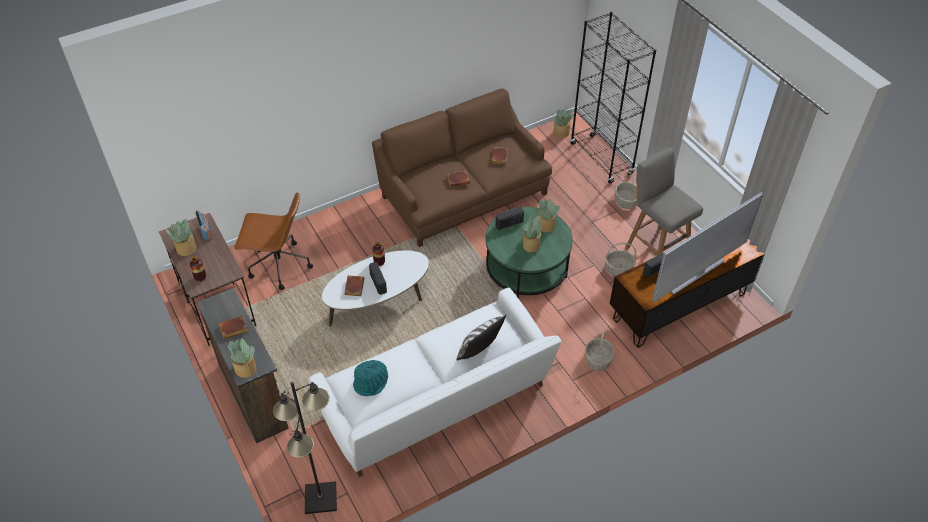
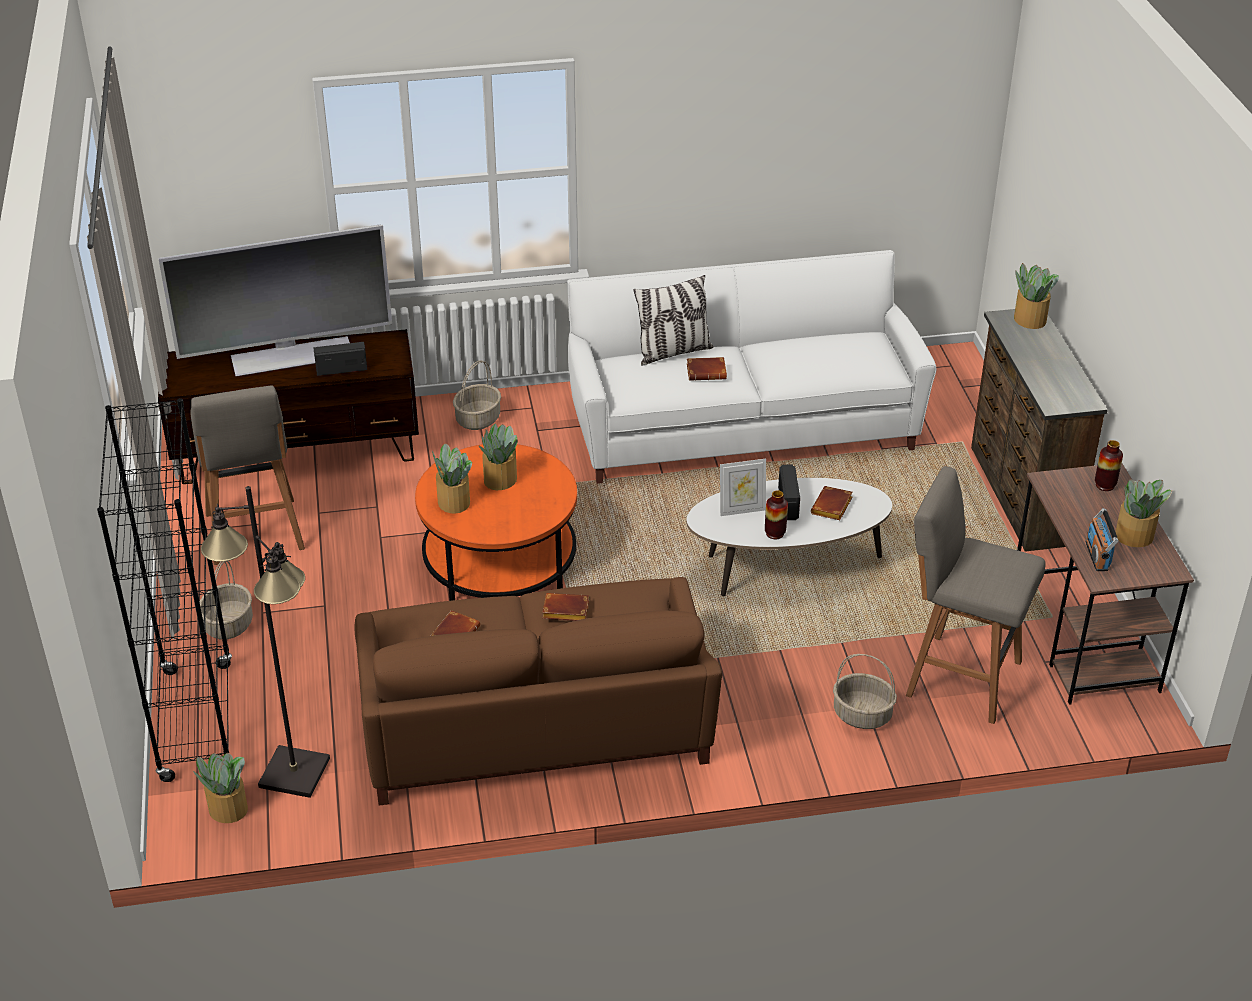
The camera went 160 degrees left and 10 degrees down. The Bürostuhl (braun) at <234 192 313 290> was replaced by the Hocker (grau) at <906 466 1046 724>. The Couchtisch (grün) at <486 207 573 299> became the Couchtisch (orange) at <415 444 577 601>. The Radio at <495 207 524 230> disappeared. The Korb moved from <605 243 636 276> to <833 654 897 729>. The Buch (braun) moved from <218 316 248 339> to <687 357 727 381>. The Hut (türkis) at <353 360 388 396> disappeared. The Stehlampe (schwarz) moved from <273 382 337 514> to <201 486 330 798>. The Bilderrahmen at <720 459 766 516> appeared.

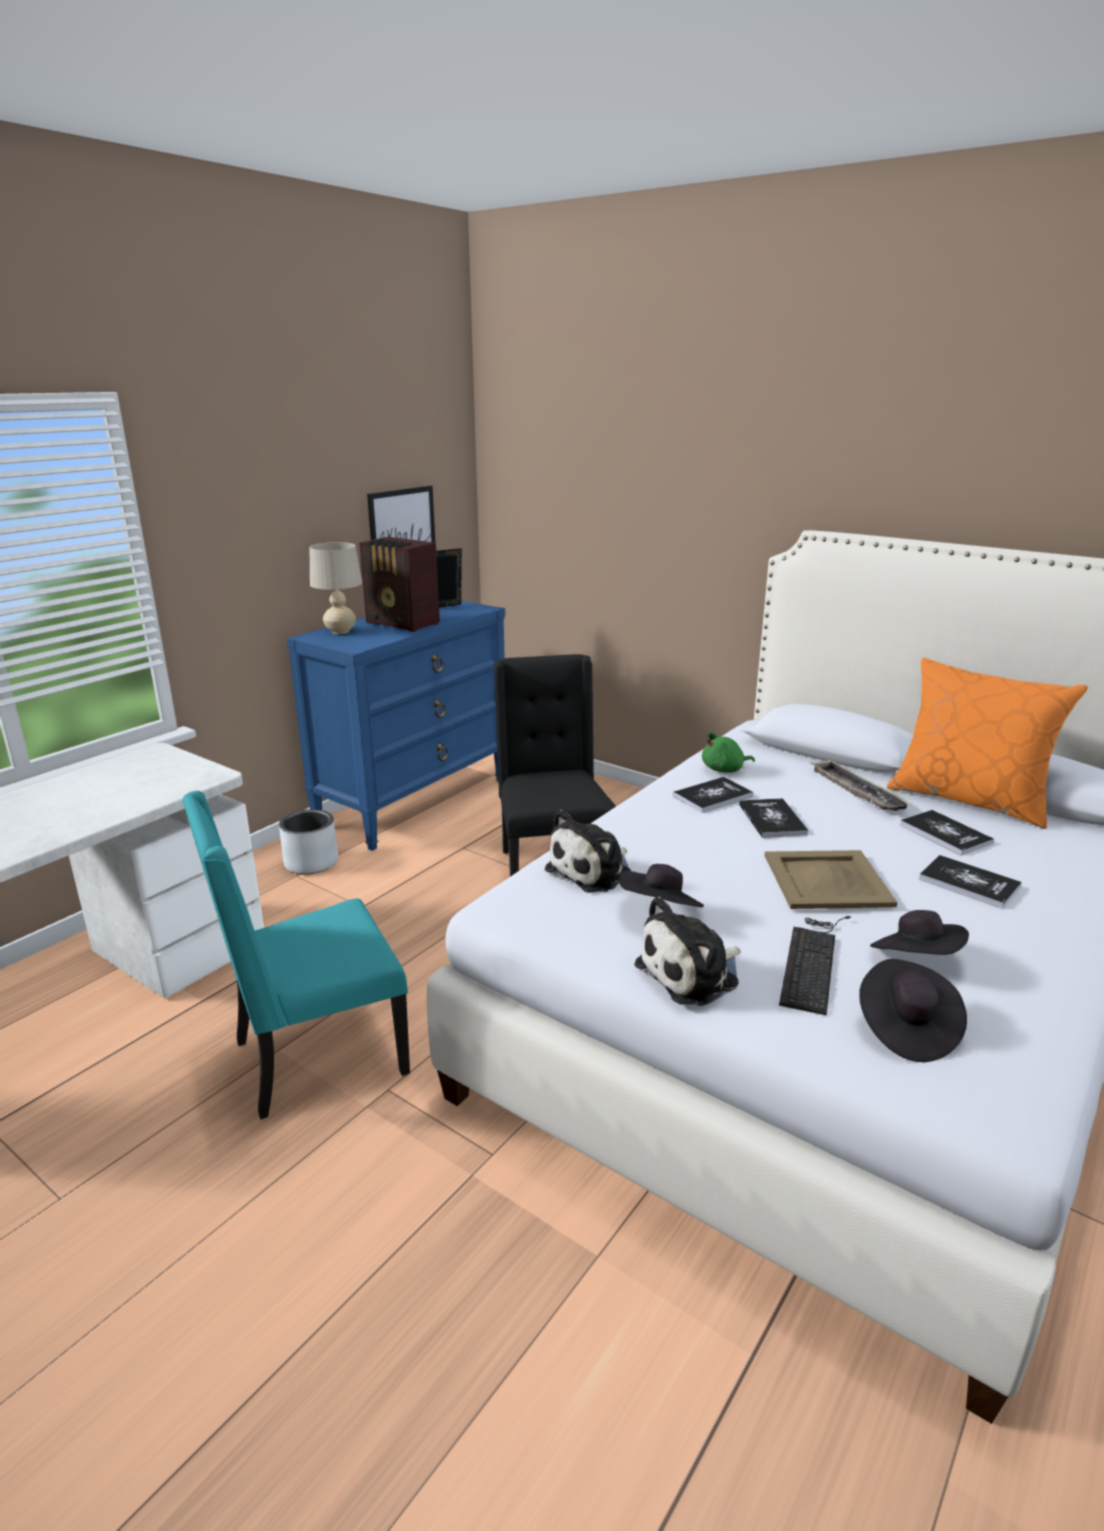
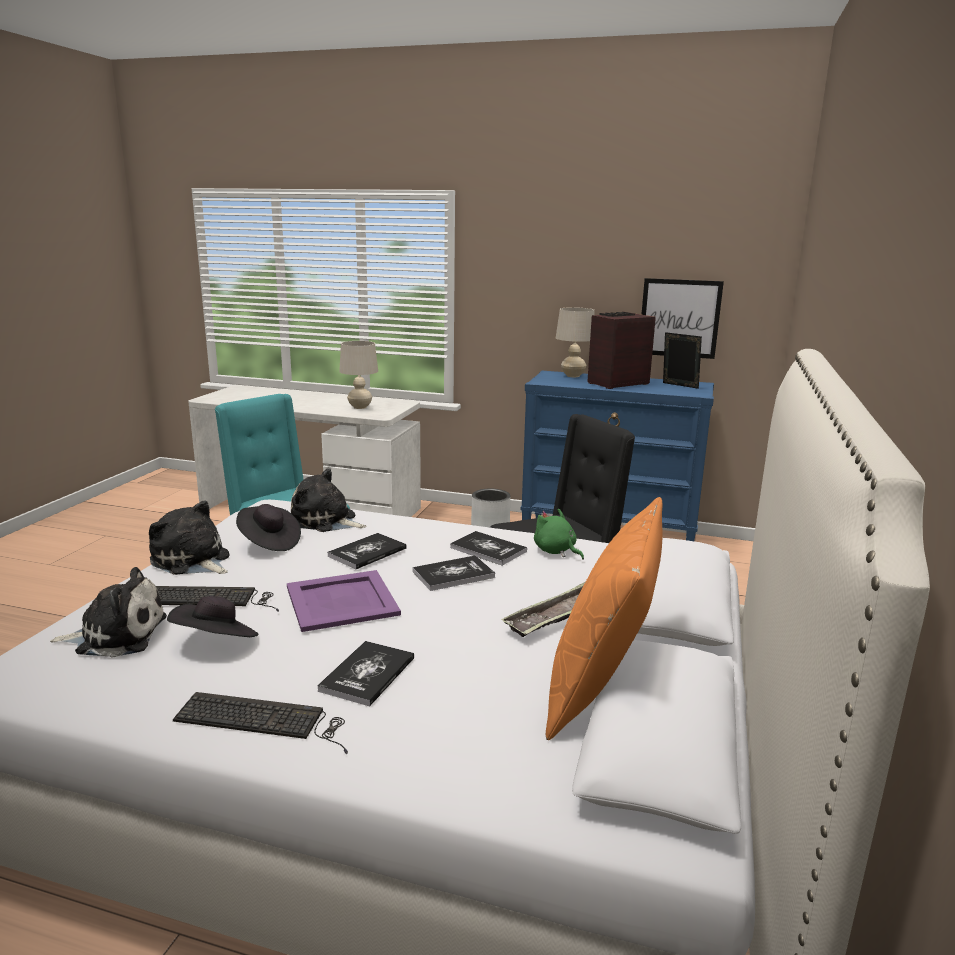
The camera went 70 degrees right and 5 degrees down. The Radio at <359 537 440 632> turned 45 degrees clockwise. The Buch moved from <900 810 994 856> to <327 533 407 569>. The Tablett (beige) at <765 850 898 909> became the Tablett (lila) at <287 570 401 632>. The Hut (schwarz) at <859 959 967 1062> was replaced by the Plüschtier at <50 567 167 658>. The Tischlampe (beige) at <339 341 378 409> appeared. The Tastatur at <173 692 348 754> appeared.

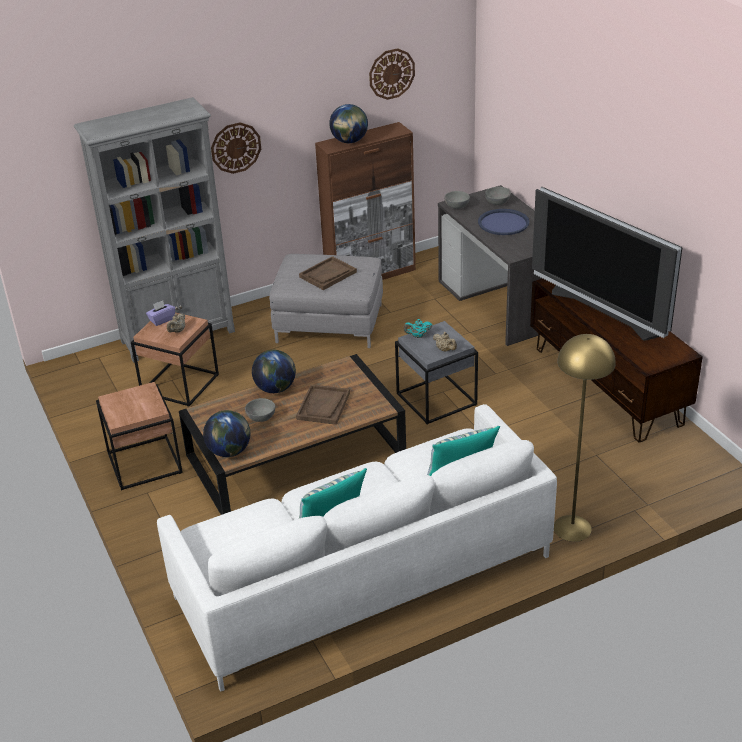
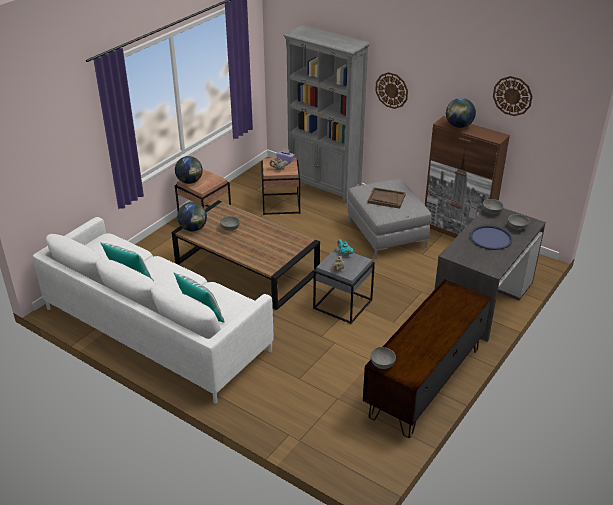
The camera went 60 degrees right and 0 degrees up. The Fernseher at <532 187 682 340> disappeared. The Stehlampe (gelb) at <554 334 616 542> disappeared. The Globus moved from <252 350 296 393> to <175 156 203 184>. The Tablett (braun) at <296 384 350 425> disappeared. The Schüssel (grau) at <370 347 396 369> appeared.

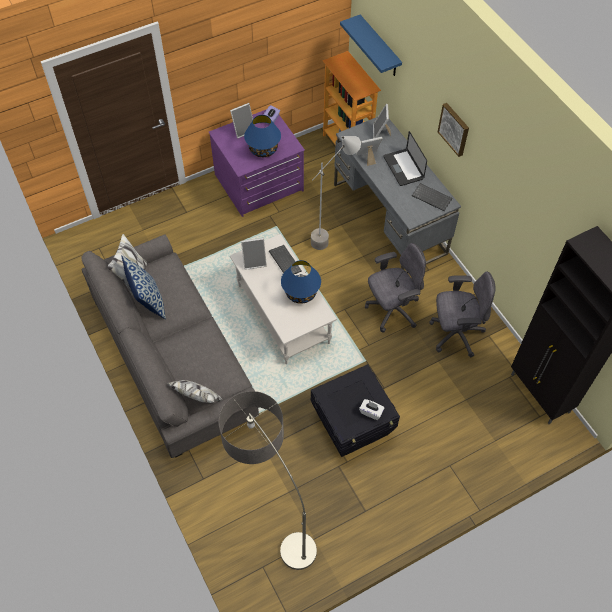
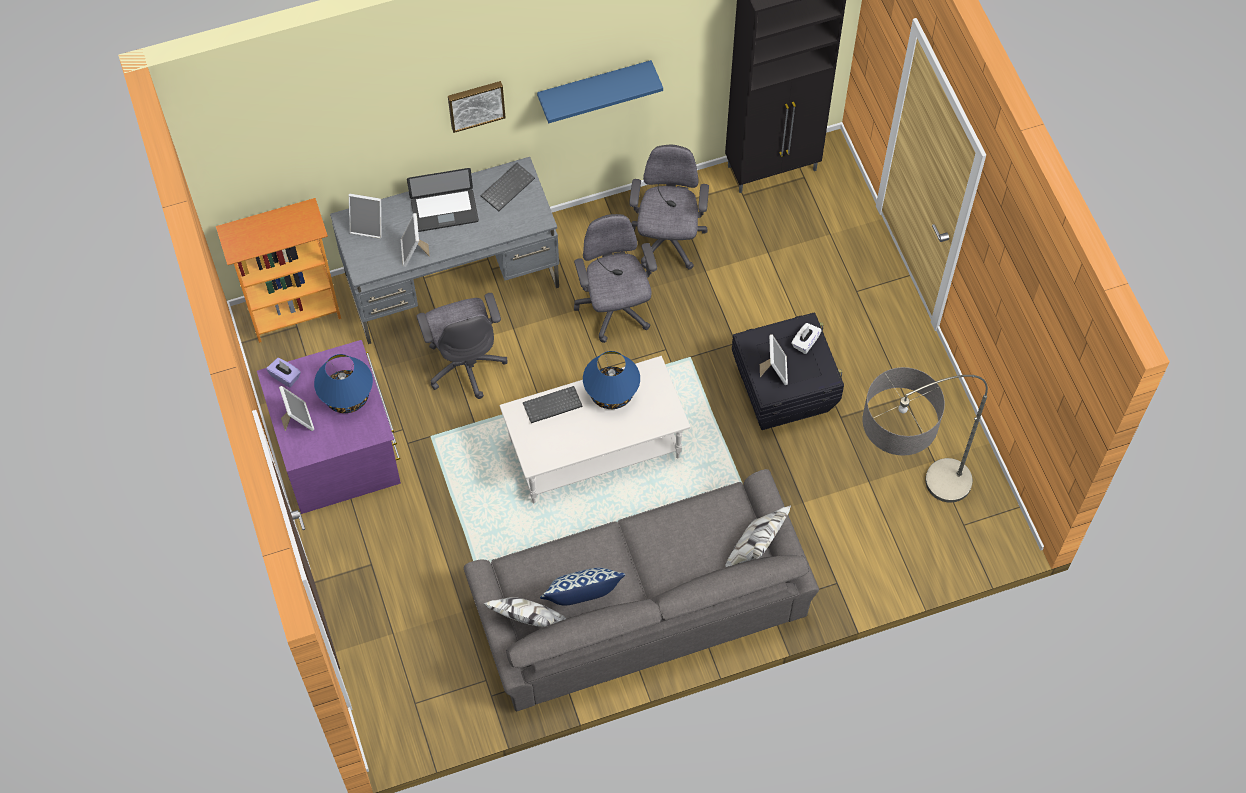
The camera went 80 degrees left and 5 degrees up. The Wandregal (blau) moved from <340 15 402 76> to <537 60 663 123>. The Stehlampe (grau) at <311 136 361 250> was replaced by the Bürostuhl (grau) at <417 293 507 399>. The Bilderrahmen moved from <241 238 267 270> to <760 334 788 385>.

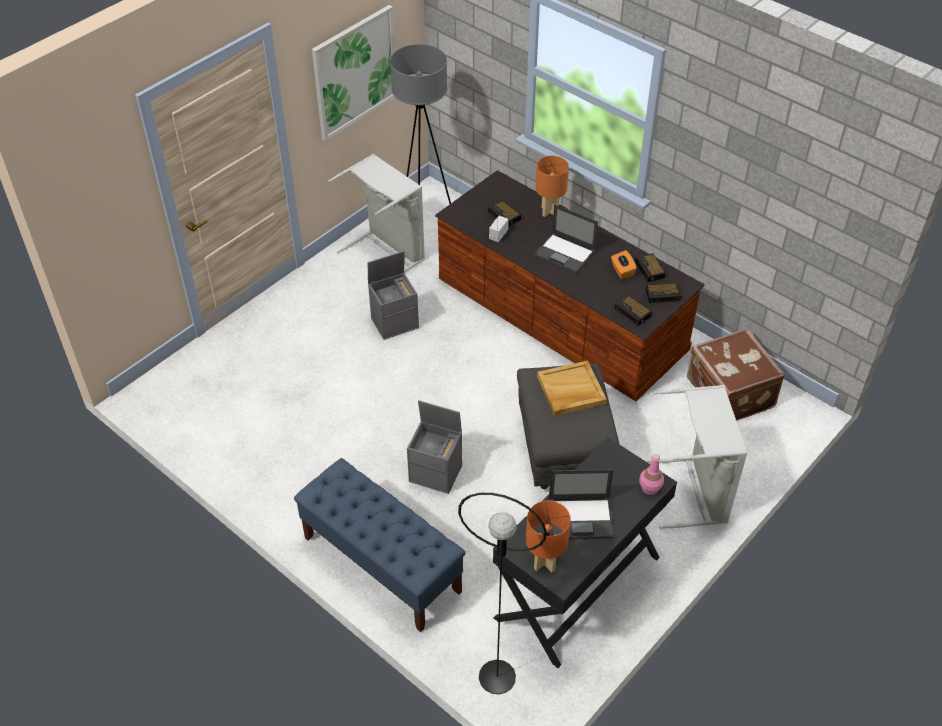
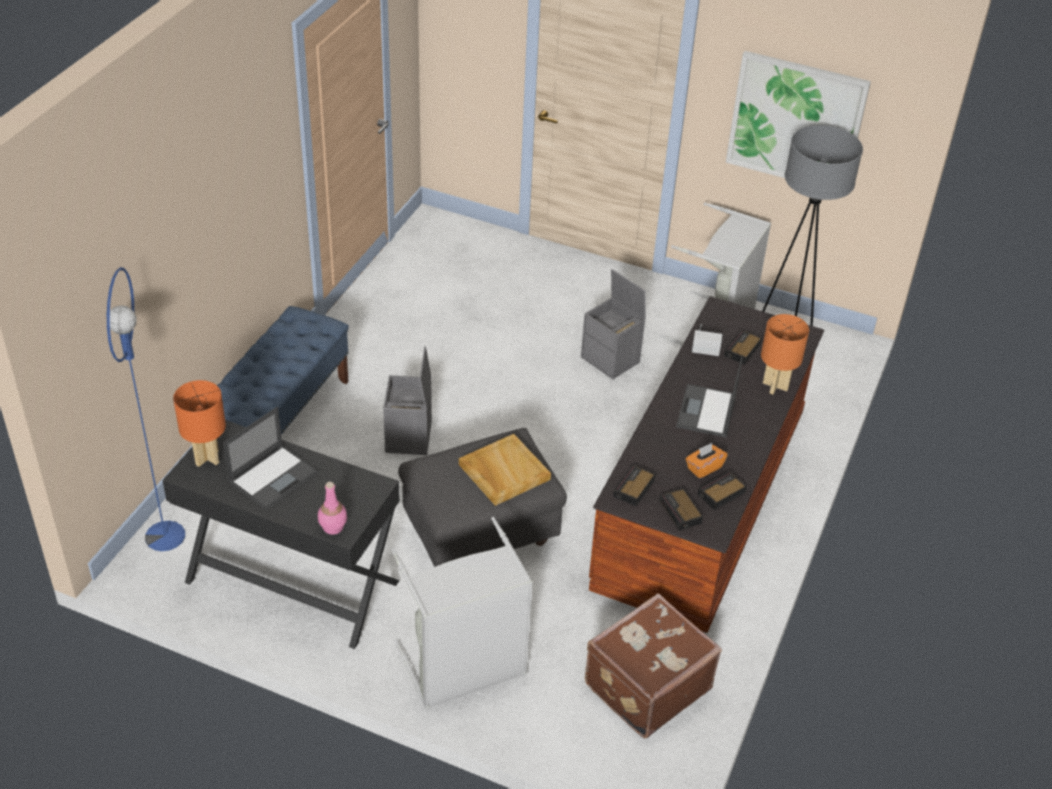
The camera went 70 degrees right and 5 degrees down. The Laptop at <549 469 614 539> turned 120 degrees counterclockwise. The Stehlampe (schwarz) at <458 493 547 694> became the Stehlampe (blau) at <107 267 185 551>.

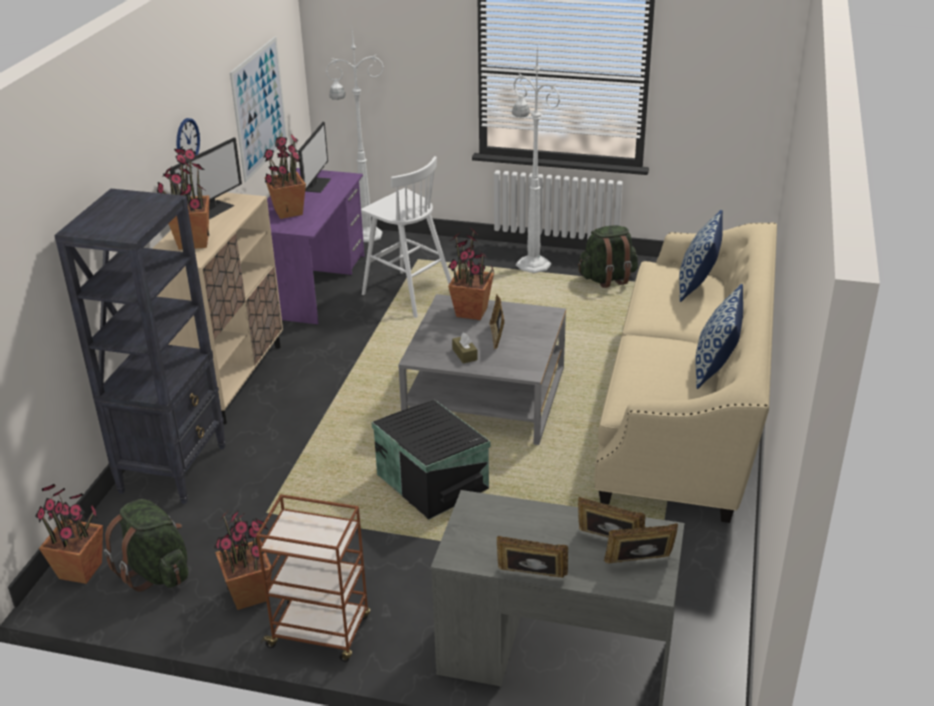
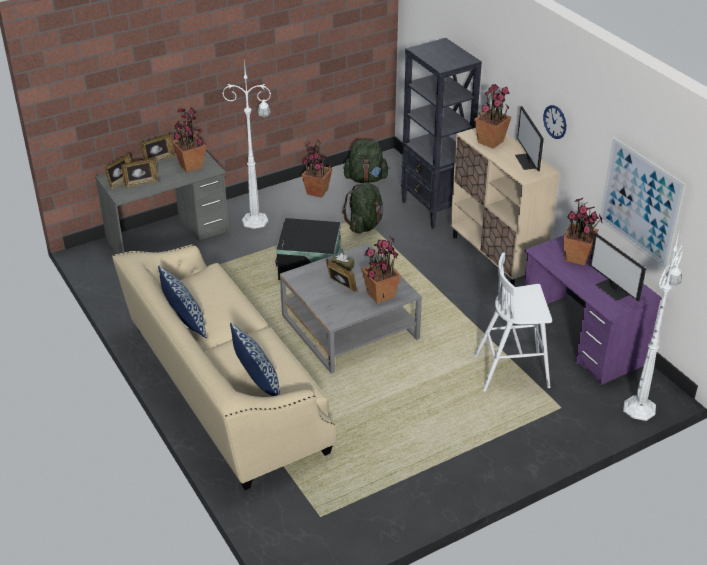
The camera went 135 degrees right and 5 degrees up. The Stehlampe (weiß) moved from <512 46 560 273> to <222 60 271 229>. The Rucksack (grün) moved from <578 226 638 288> to <342 182 383 234>. The Topfpflanze moved from <35 484 103 584> to <172 108 206 172>. The Rollwagen (braun) at <256 494 371 662> disappeared.

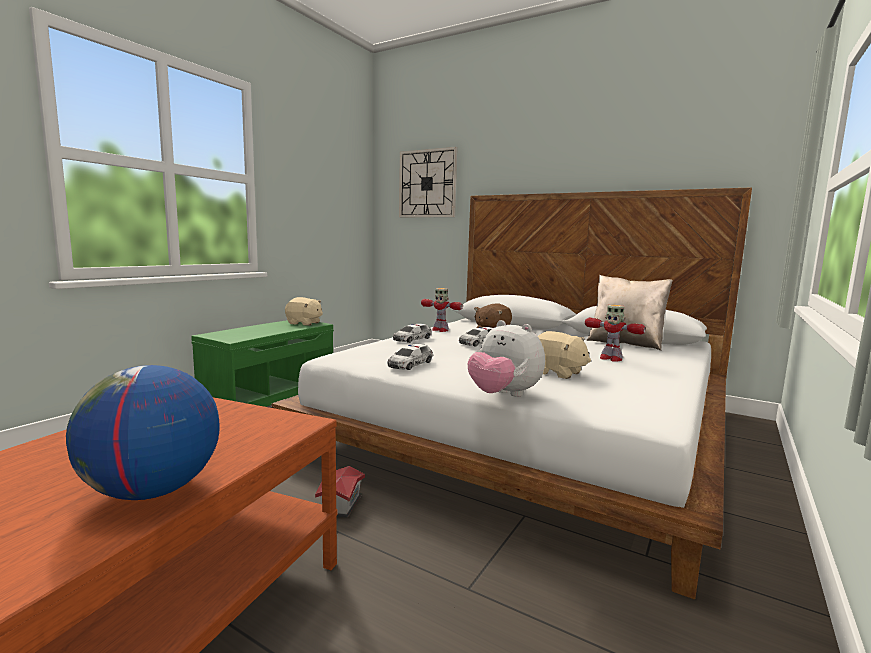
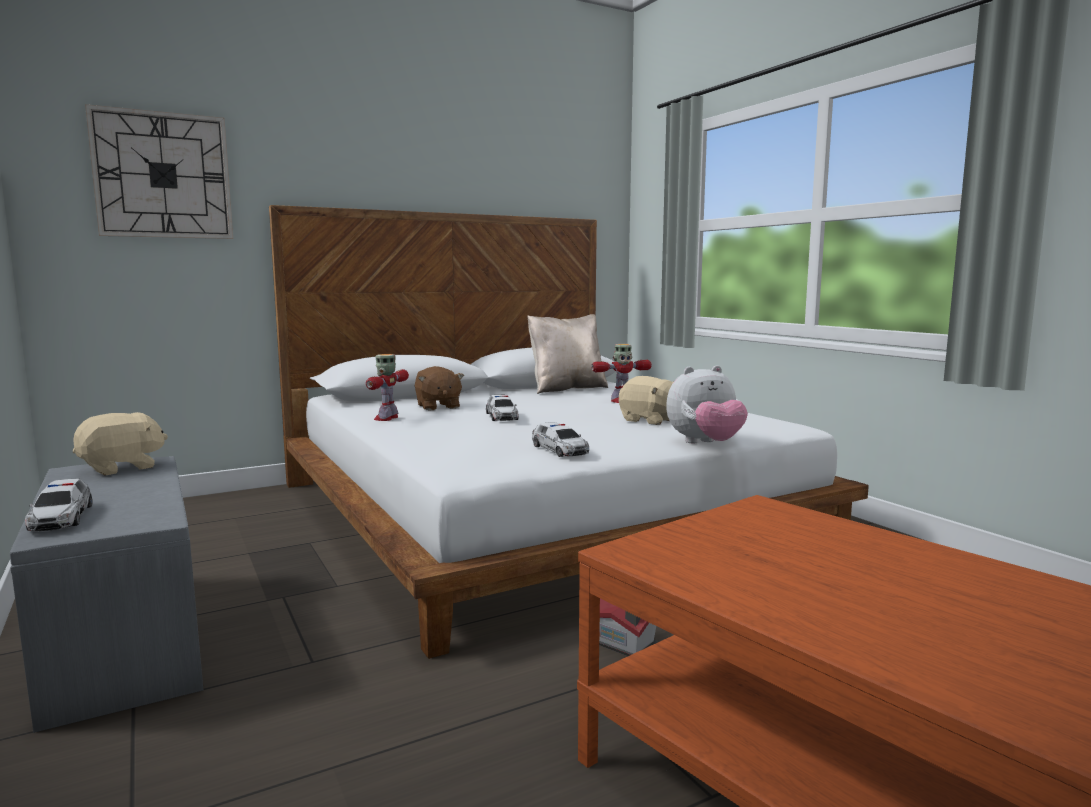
The camera went 60 degrees left and 0 degrees up. The Spielzeugroboter at <421 288 463 332> turned 135 degrees clockwise. The Bank (grün) at <191 320 334 407> became the Bank (grau) at <10 456 203 733>. The Spielzeugauto moved from <393 324 432 343> to <25 478 93 531>. The Plüschtier (beige) at <538 331 591 379> turned 60 degrees clockwise. The Globus at <66 365 219 500> disappeared.

